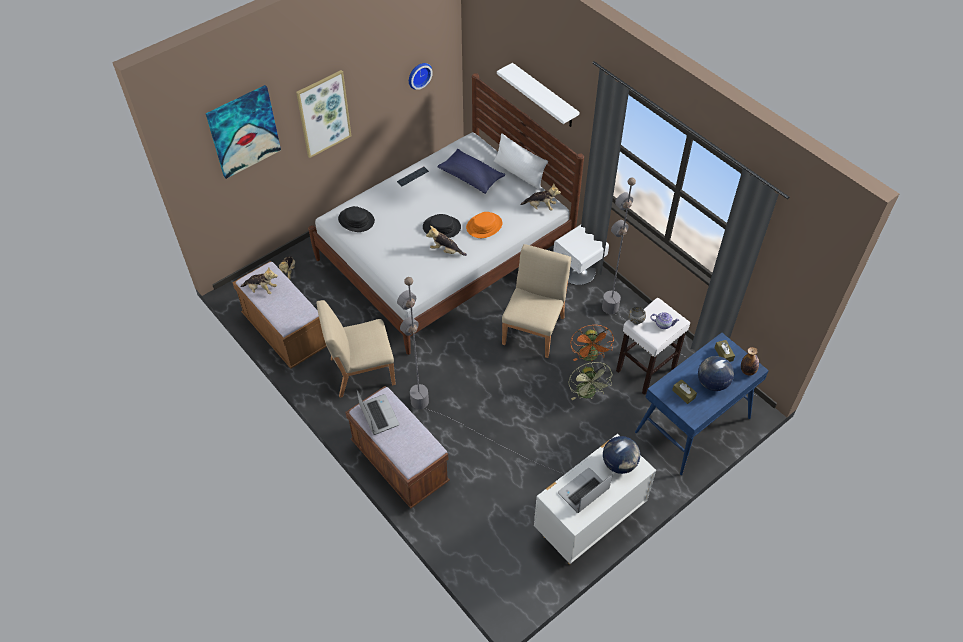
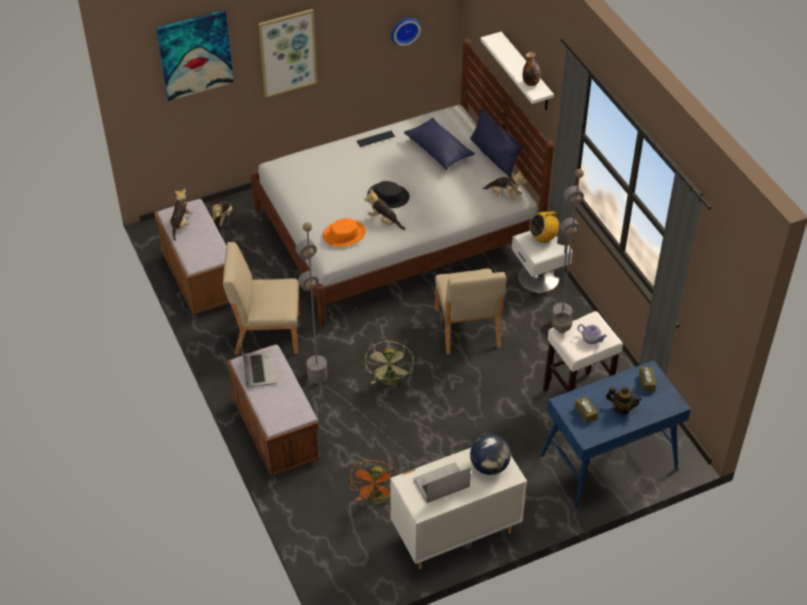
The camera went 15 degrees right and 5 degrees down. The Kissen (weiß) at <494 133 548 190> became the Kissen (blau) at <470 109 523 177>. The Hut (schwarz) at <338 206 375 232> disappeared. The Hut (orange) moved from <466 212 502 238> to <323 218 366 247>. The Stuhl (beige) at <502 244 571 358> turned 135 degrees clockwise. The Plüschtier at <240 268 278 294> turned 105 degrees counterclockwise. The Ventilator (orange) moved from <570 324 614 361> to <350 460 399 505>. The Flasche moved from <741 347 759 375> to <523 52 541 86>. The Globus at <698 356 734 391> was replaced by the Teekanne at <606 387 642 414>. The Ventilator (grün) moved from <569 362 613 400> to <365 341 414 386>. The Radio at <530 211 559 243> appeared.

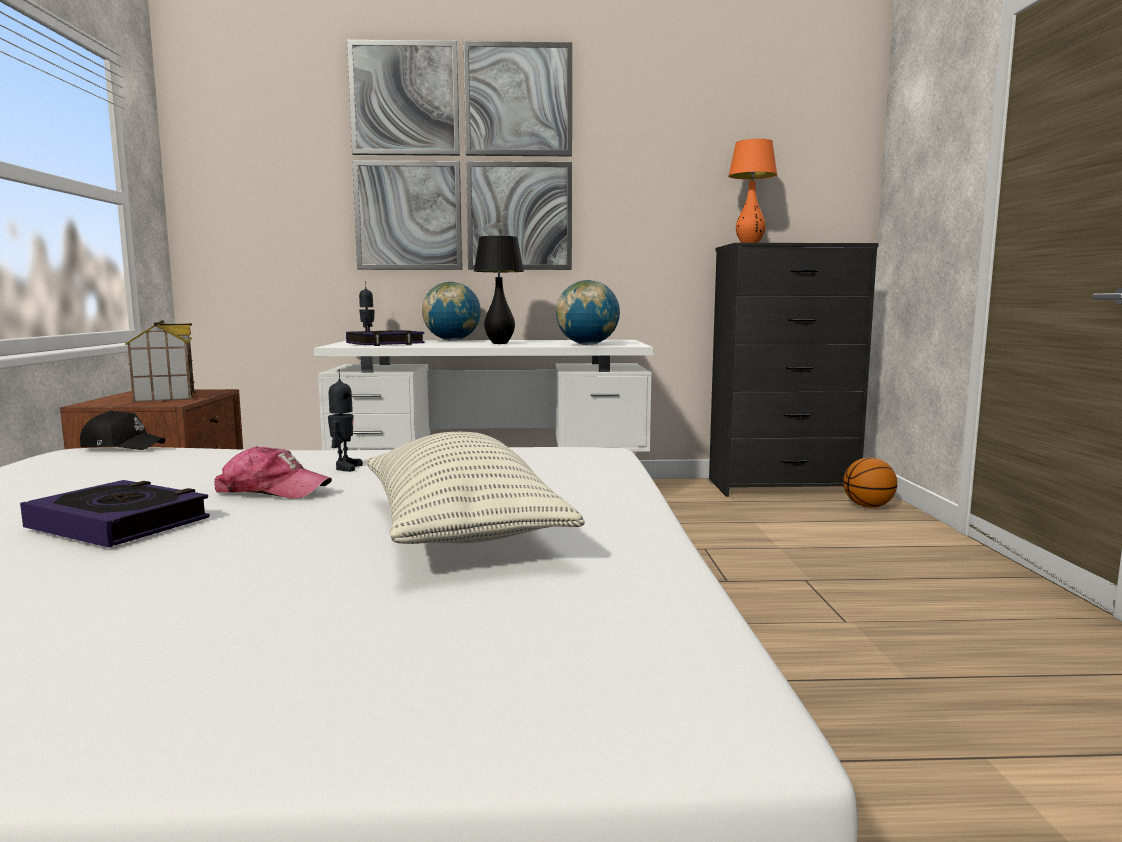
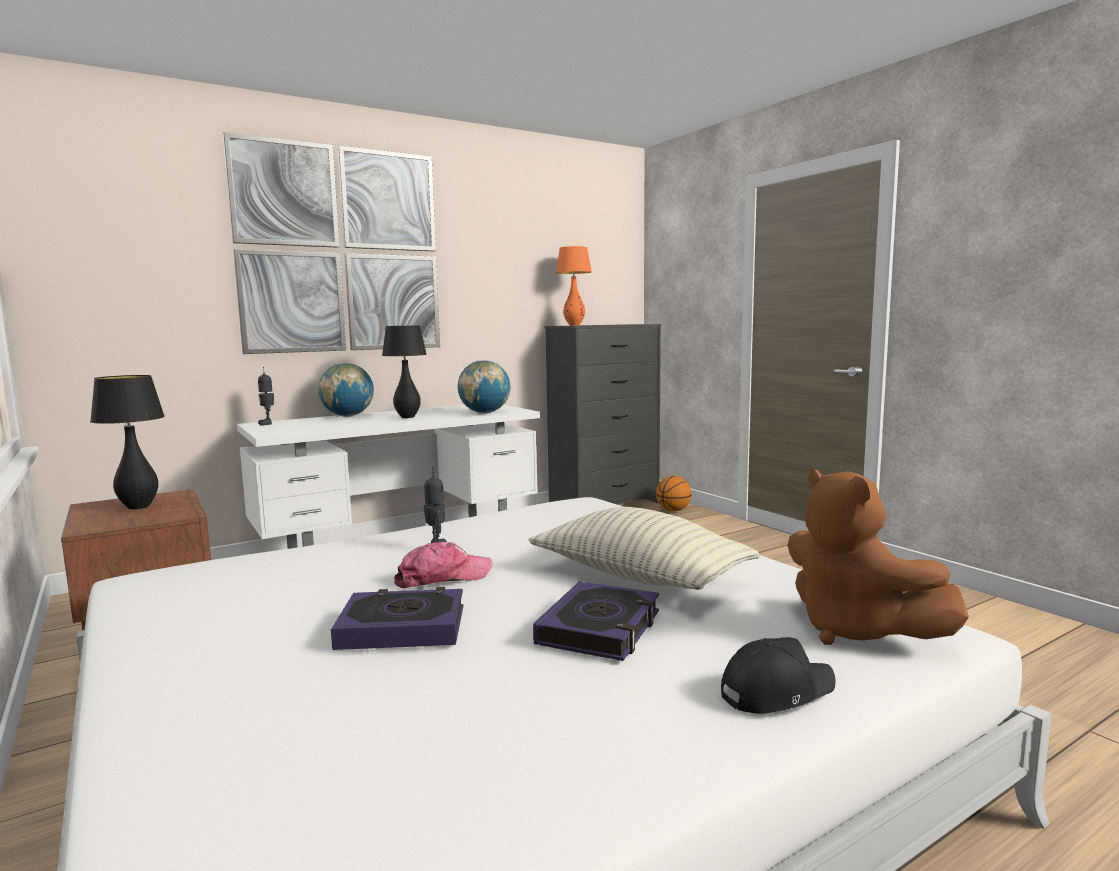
The camera went 30 degrees left and 0 degrees up. The Spielzeughaus at <125 320 197 402> was replaced by the Tischlampe (schwarz) at <90 375 165 509>. The Buch moved from <346 330 425 346> to <533 581 659 661>. The Kappe (schwarz) moved from <80 410 165 450> to <721 637 836 714>. The Plüschtier (braun) at <787 469 969 645> appeared.

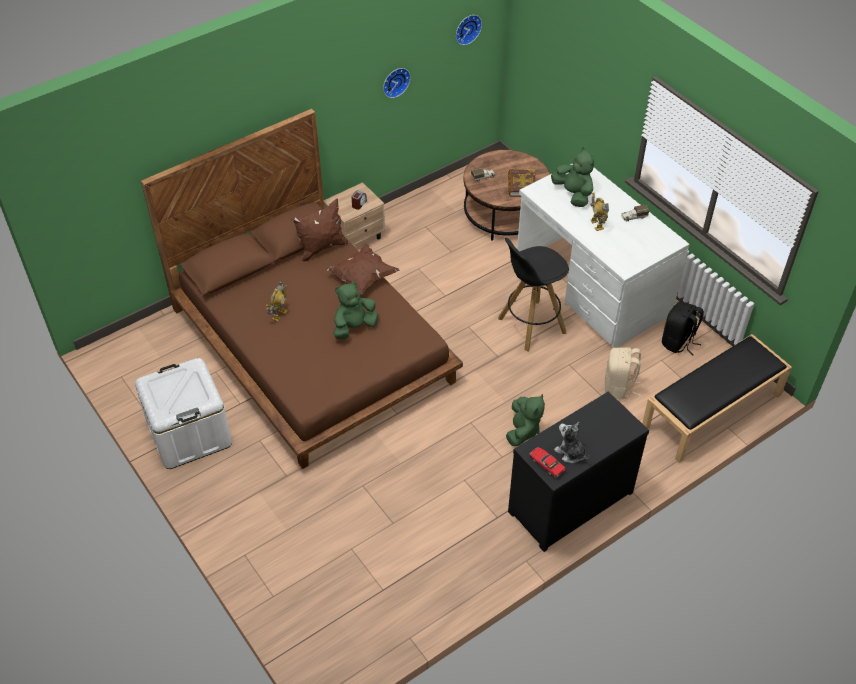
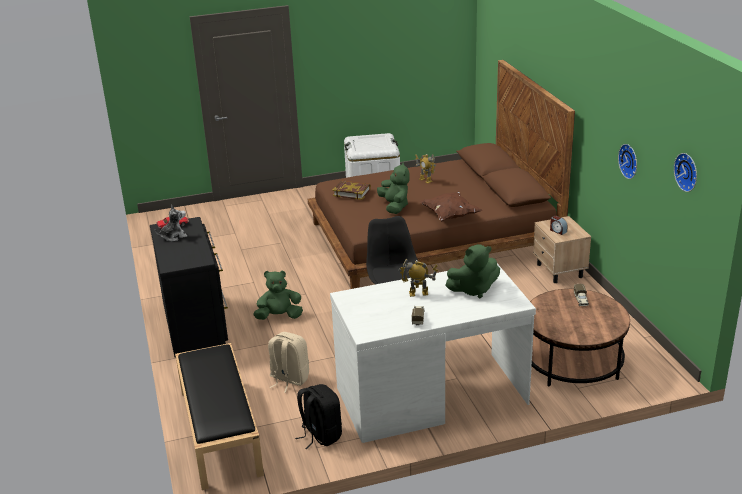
The camera went 110 degrees right and 20 degrees down. The Buch moved from <508 169 535 197> to <332 180 371 200>. The Kissen (braun) at <291 198 349 262> disappeared. The Plüschtier (grün) at <506 394 545 446> turned 135 degrees clockwise.

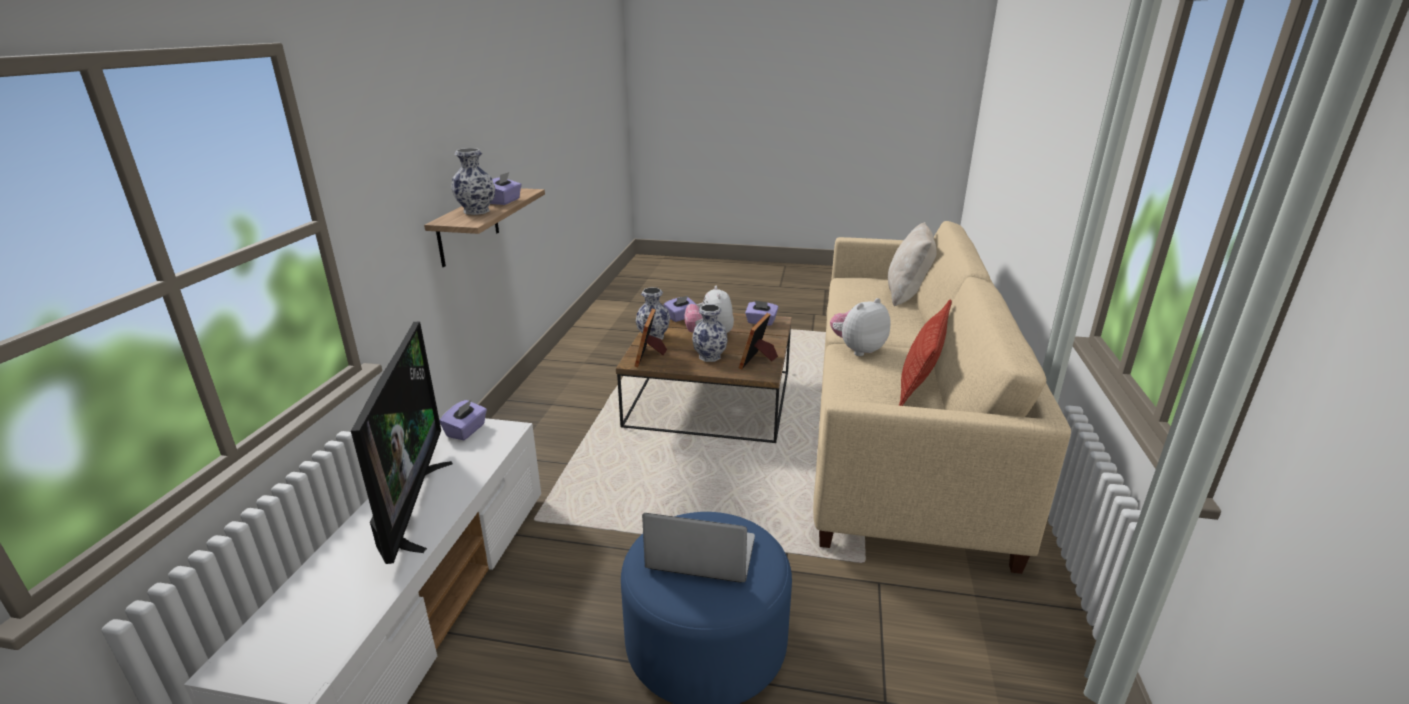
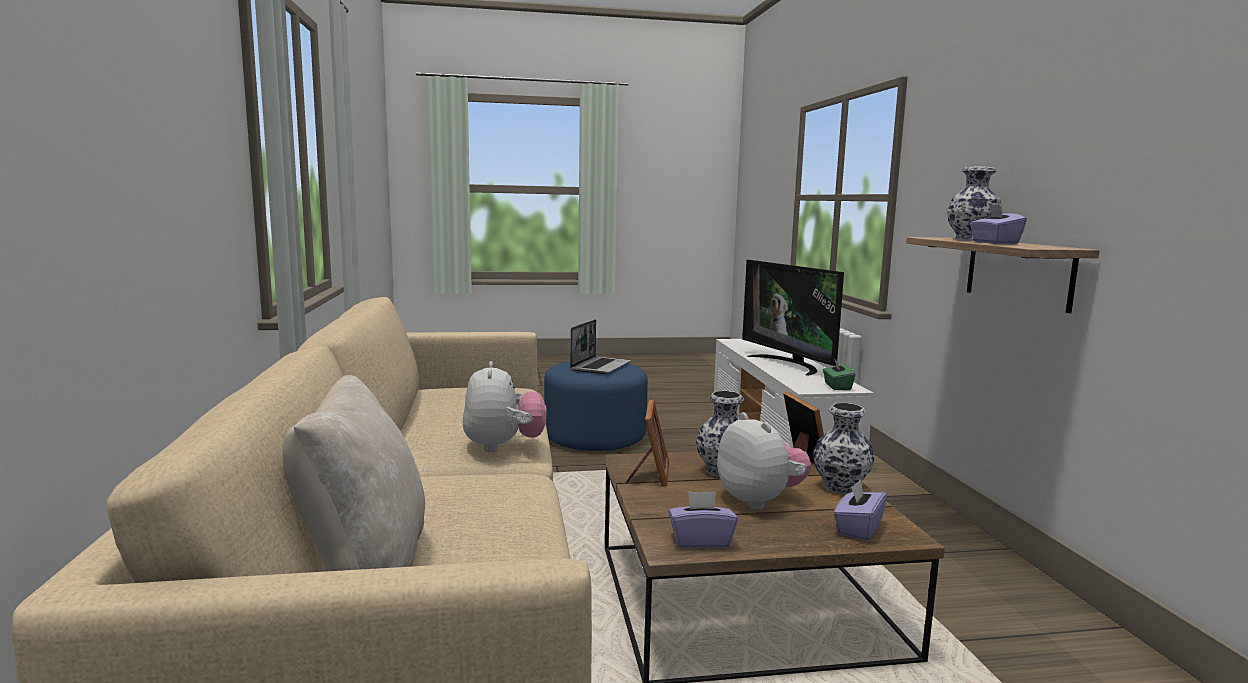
The camera went 160 degrees right and 15 degrees down. The Plüschtier at <830 298 891 356> turned 45 degrees counterclockwise. The Kissen at <898 299 952 406> disappeared. The Taschentuchbox (lila) at <440 400 487 440> became the Taschentuchbox (grün) at <823 359 855 390>. The Laptop at <642 513 755 582> turned 60 degrees counterclockwise.

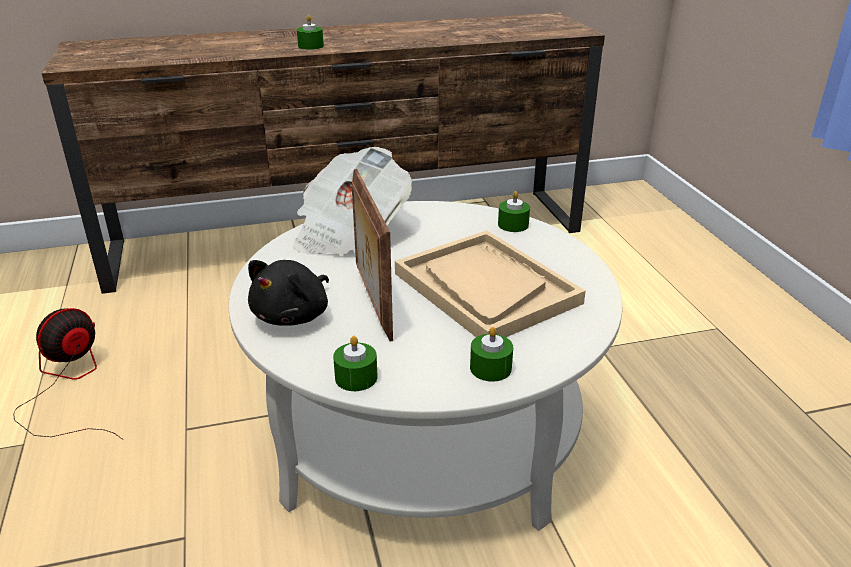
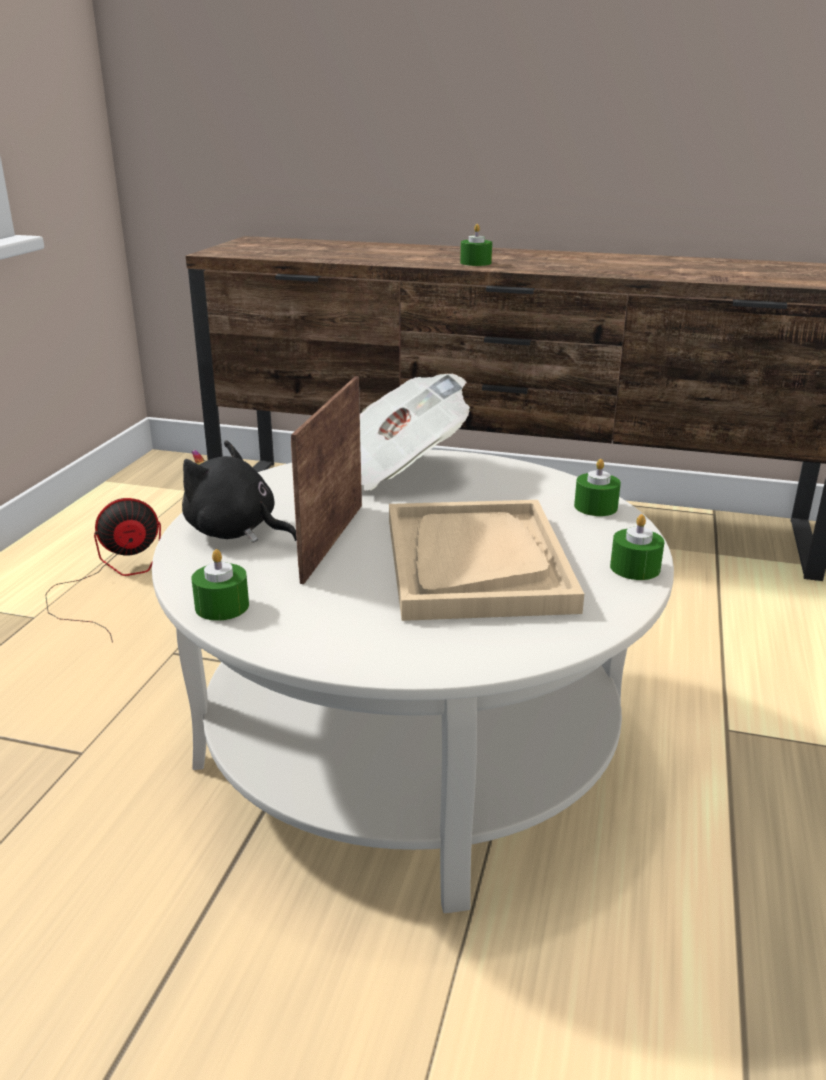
The camera went 30 degrees right and 5 degrees down. The Plüschtier (schwarz) at <248 260 329 326> turned 60 degrees clockwise. The Kerze (grün) moved from <470 327 513 382> to <610 514 664 580>.

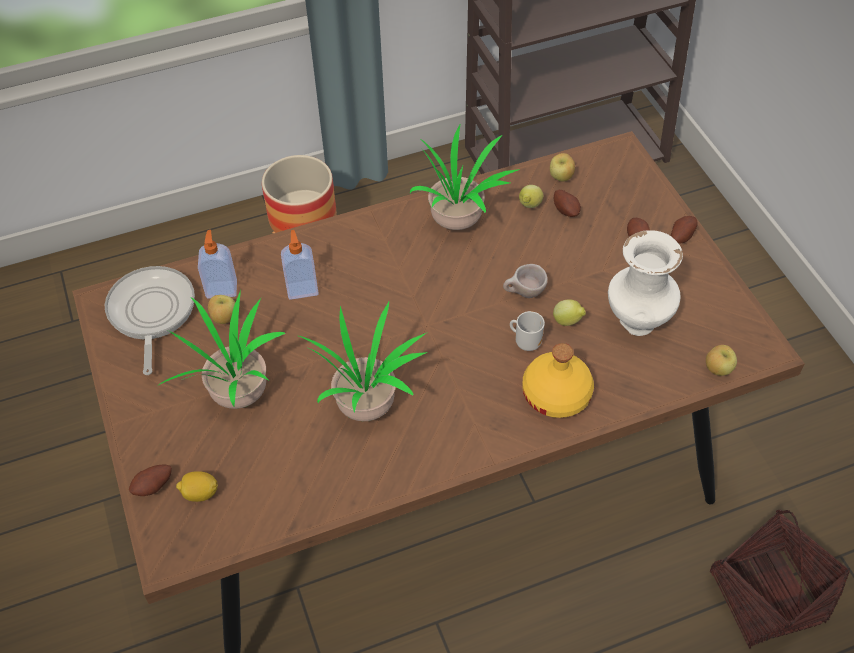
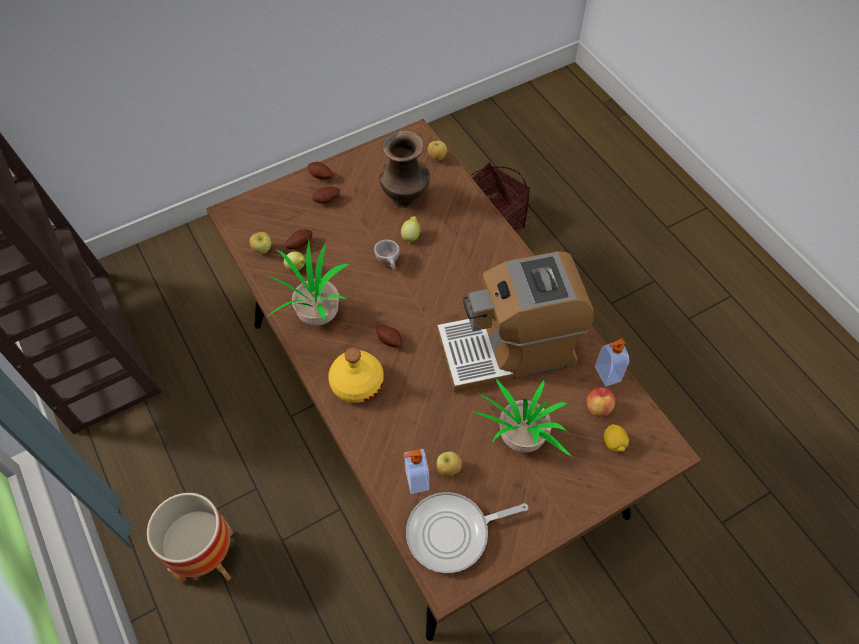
The camera went 100 degrees left and 5 degrees up. The Seifenspender moved from <281 230 319 300> to <595 339 629 387>. The Vase (weiß) at <608 231 683 336> became the Vase (braun) at <379 131 430 208>. The Topfpflanze at <299 302 428 421> was replaced by the Kaffeemaschine at <437 251 594 393>. The Henkelbecher at <510 311 545 351> disappeared. The Flasche (gelb) moved from <522 343 594 418> to <328 347 383 403>. The Kartoffel moved from <129 464 172 496> to <376 325 402 347>. The Apfel at <586 387 615 417> appeared.

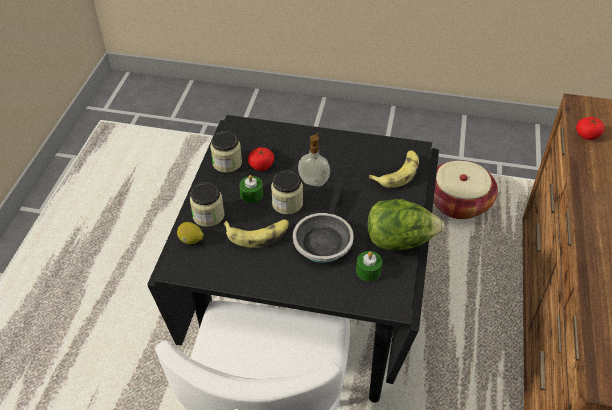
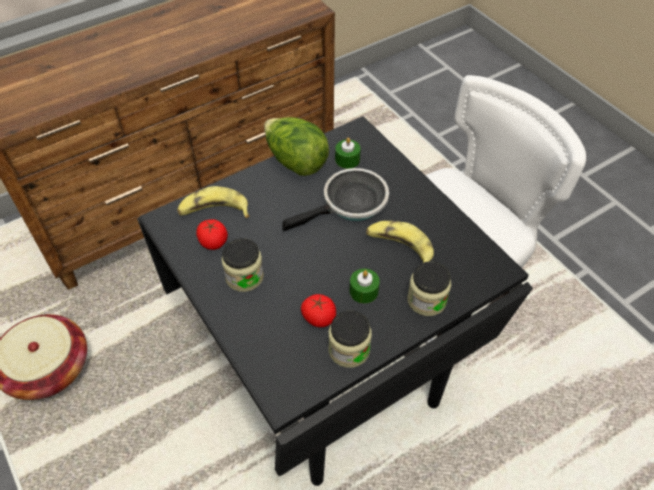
The camera went 135 degrees left and 5 degrees up. The Tomate moved from <576 117 605 140> to <196 219 228 250>. The Seifenspender at <298 132 330 186> disappeared. The Vorratsglas moved from <271 171 303 215> to <222 238 264 292>. The Zitrone at <177 222 204 244> disappeared.

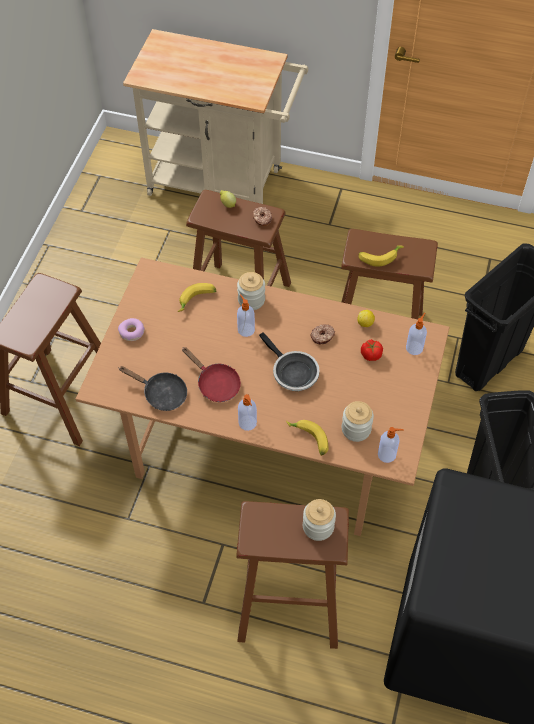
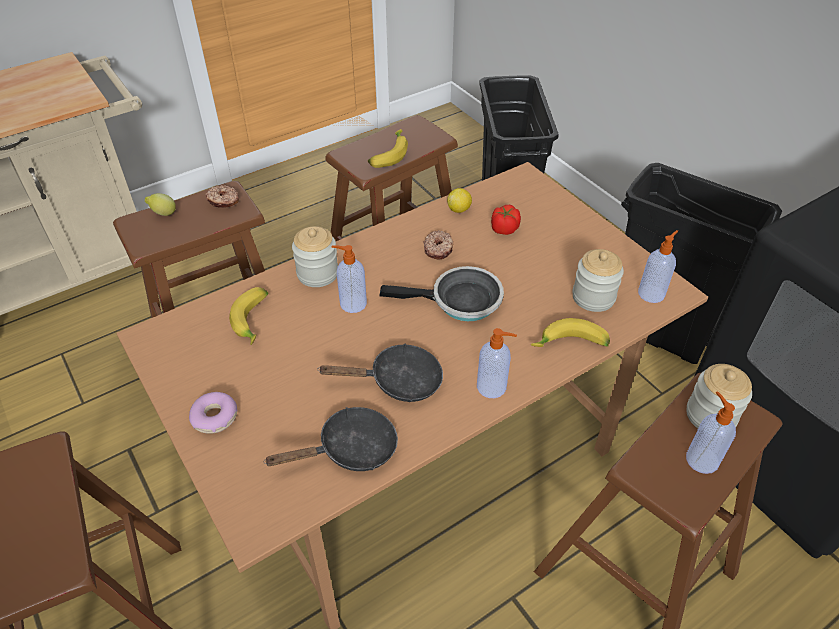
The camera went 50 degrees left and 10 degrees down. The Seifenspender moved from <406 313 427 355> to <686 391 736 474>. The Pfanne (rot) at <182 347 241 402> became the Pfanne (schwarz) at <317 344 443 402>.

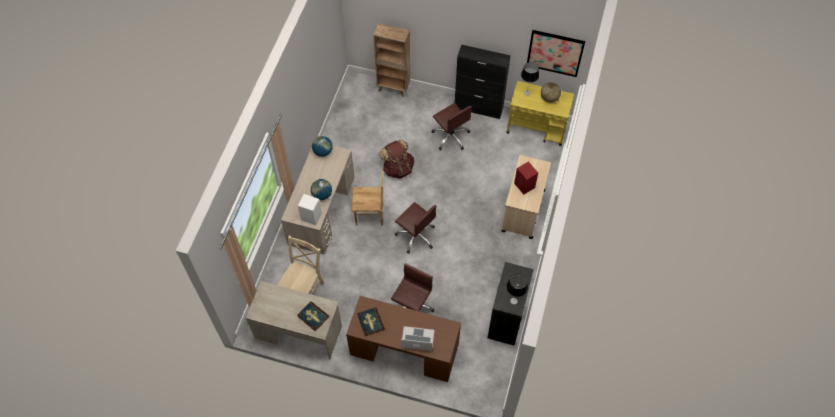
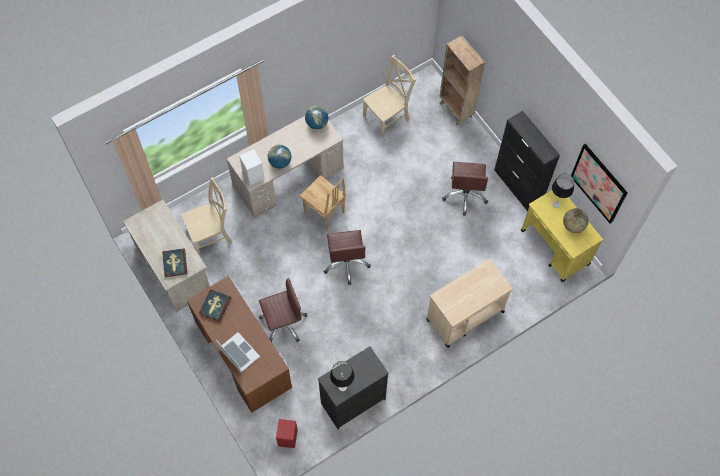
The camera went 40 degrees right and 5 degrees up. The Rucksack (braun) at <380 139 414 179> disappeared. The Lautsprecher (rot) moved from <514 161 538 194> to <276 419 298 448>. The Stuhl (beige) at <363 54 417 137> appeared.

